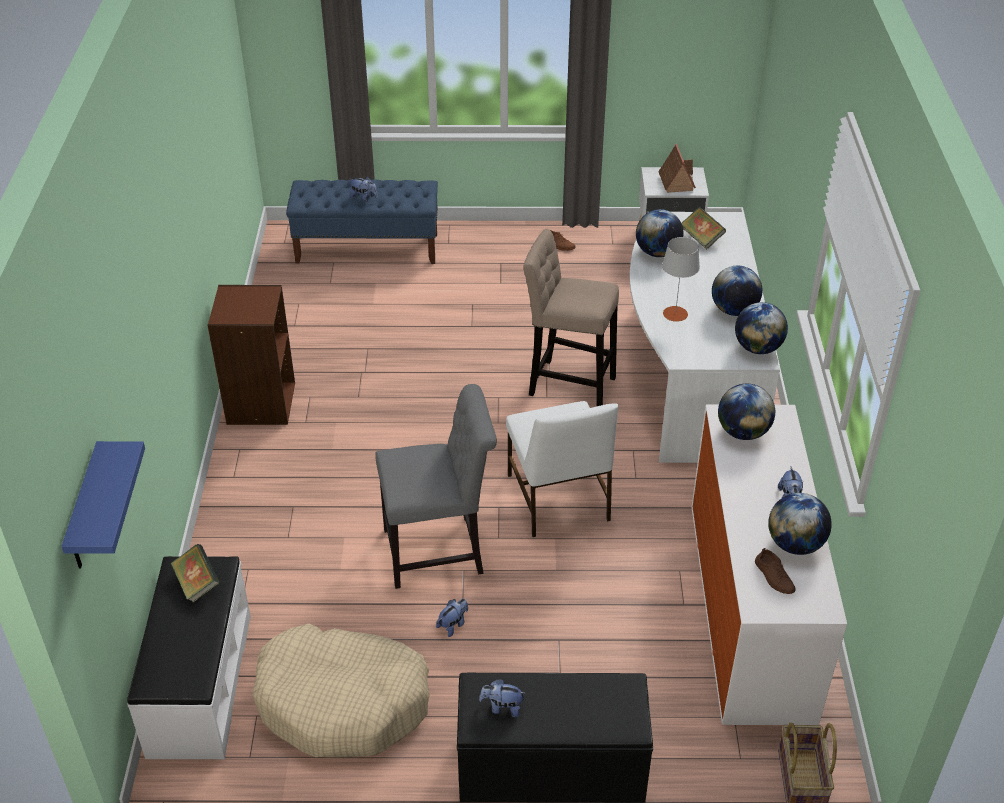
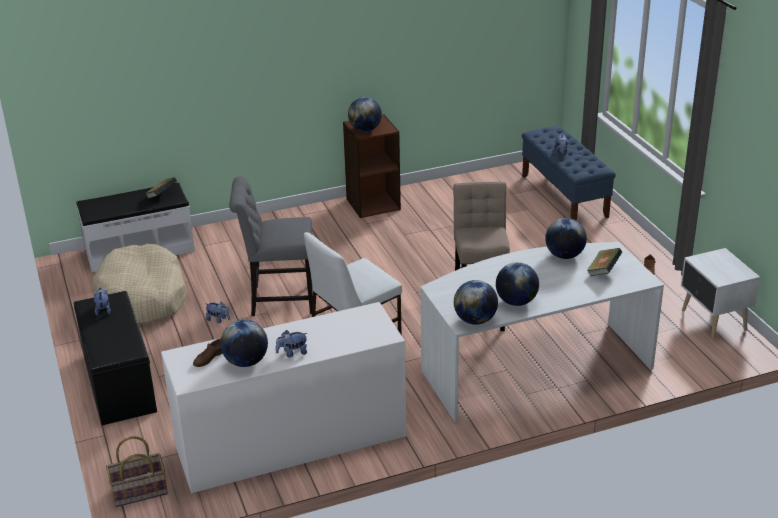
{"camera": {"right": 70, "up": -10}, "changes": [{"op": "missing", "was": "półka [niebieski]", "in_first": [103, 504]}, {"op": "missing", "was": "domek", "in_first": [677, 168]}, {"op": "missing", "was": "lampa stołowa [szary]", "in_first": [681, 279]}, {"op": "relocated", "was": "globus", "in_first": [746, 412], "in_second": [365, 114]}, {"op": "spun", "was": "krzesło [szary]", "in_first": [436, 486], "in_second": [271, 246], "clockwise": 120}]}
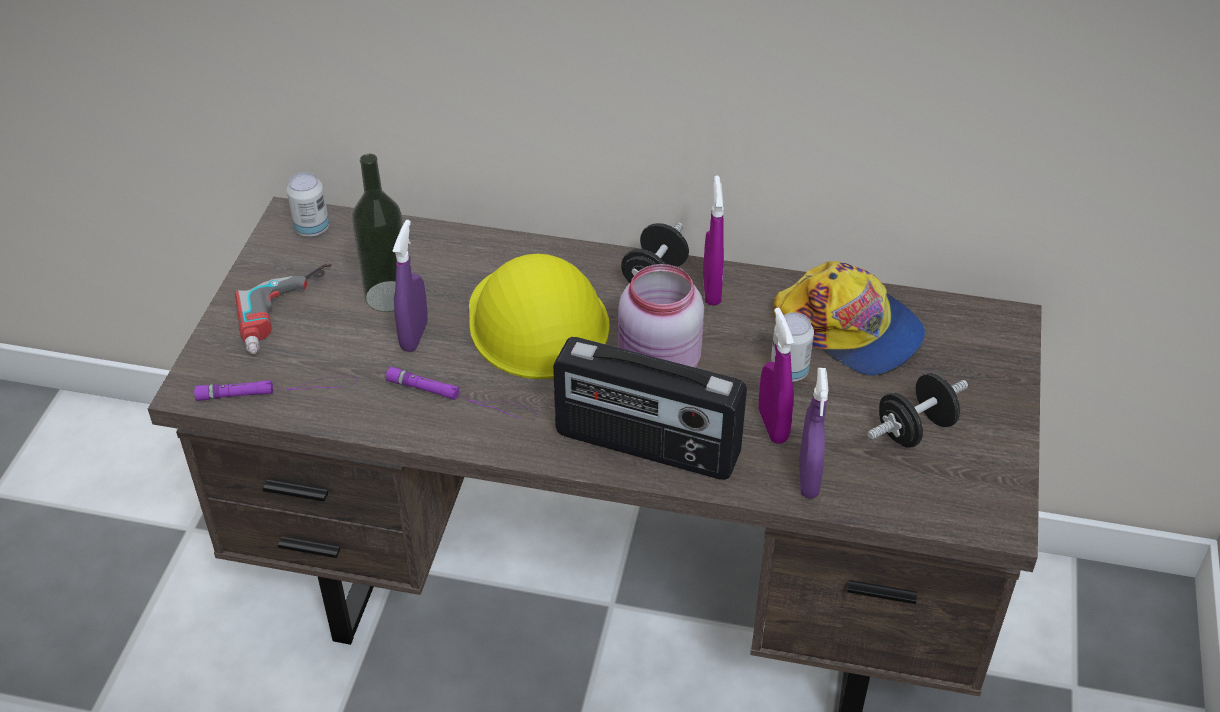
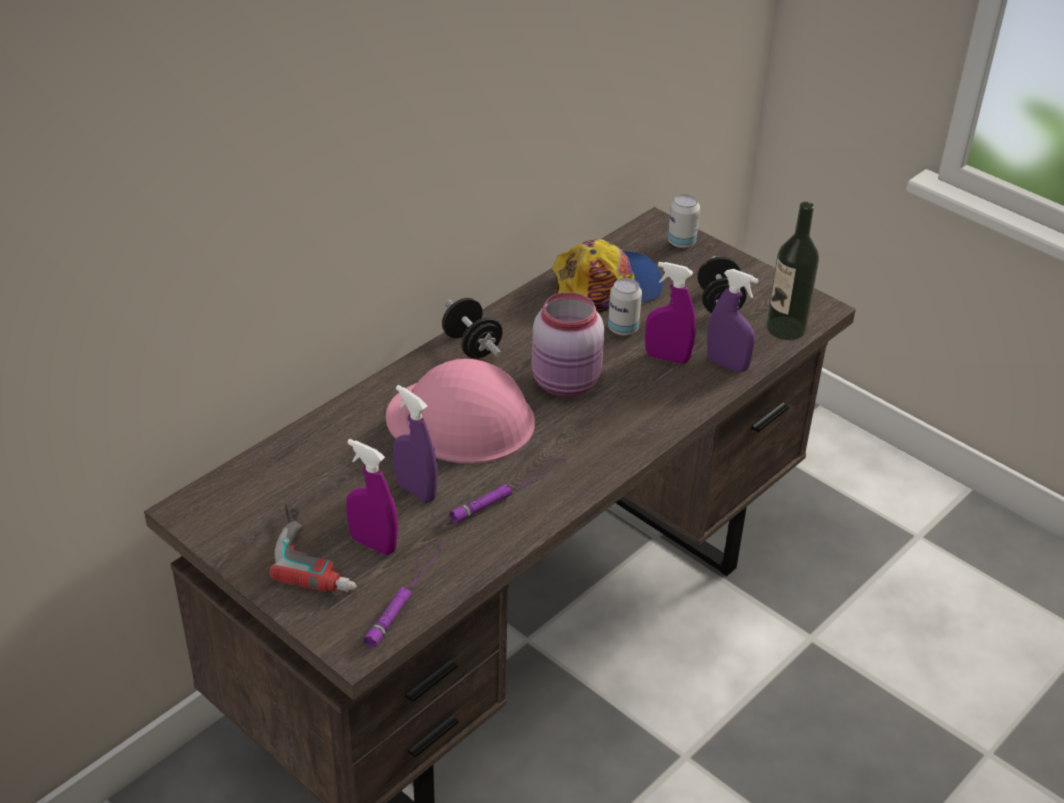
{"camera": {"right": -60, "up": -5}, "changes": [{"op": "missing", "was": "radio", "in_first": [650, 408]}, {"op": "relocated", "was": "puszka", "in_first": [308, 204], "in_second": [684, 221]}, {"op": "relocated", "was": "butelka", "in_first": [377, 233], "in_second": [792, 271]}, {"op": "relocated", "was": "spryskiwacz [fioletowy]", "in_first": [713, 240], "in_second": [372, 497]}, {"op": "colour", "was": "kask [żółty]", "now": "kask [różowy]", "in_first": [539, 316], "in_second": [460, 411]}]}
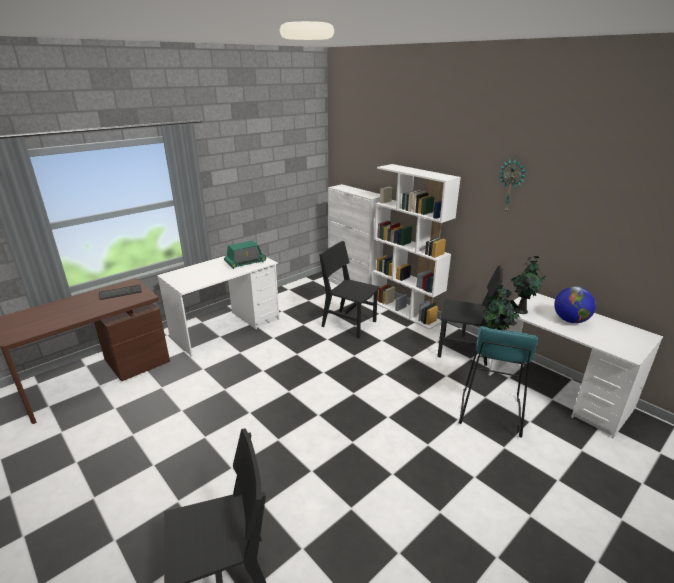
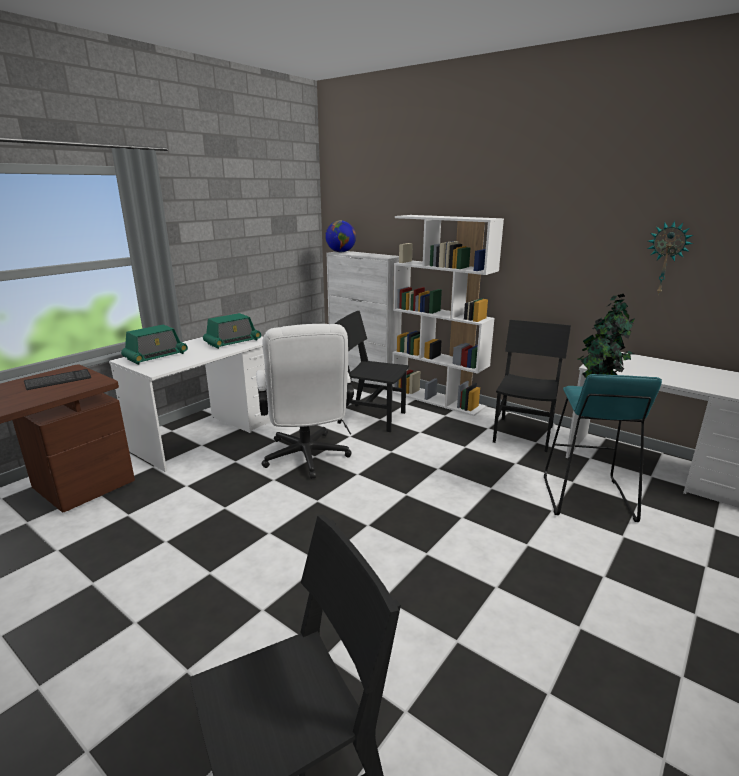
{"camera": {"right": -10, "up": -5}, "changes": [{"op": "appeared", "now": "radio", "in_second": [154, 345]}, {"op": "appeared", "now": "krzesło biurowe [biały]", "in_second": [305, 401]}, {"op": "relocated", "was": "zegar ścienny", "in_first": [513, 186], "in_second": [670, 257]}, {"op": "relocated", "was": "globus", "in_first": [575, 305], "in_second": [340, 236]}, {"op": "spun", "was": "krzesło [czarny]", "in_first": [470, 315], "in_second": [532, 386], "clockwise": -75}]}
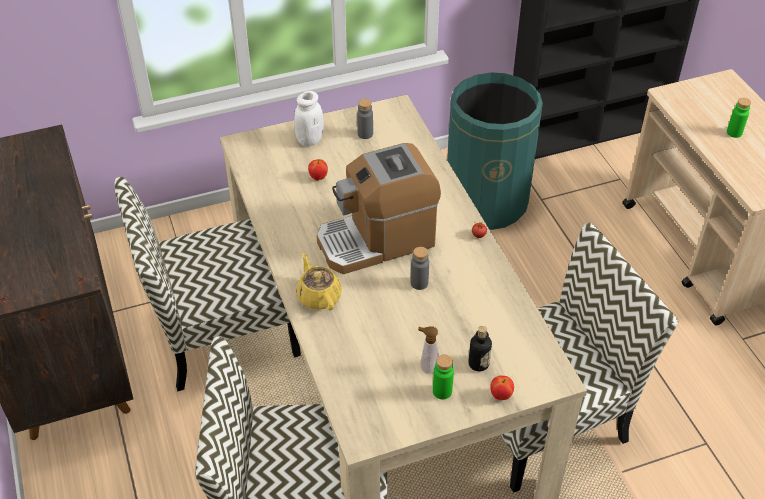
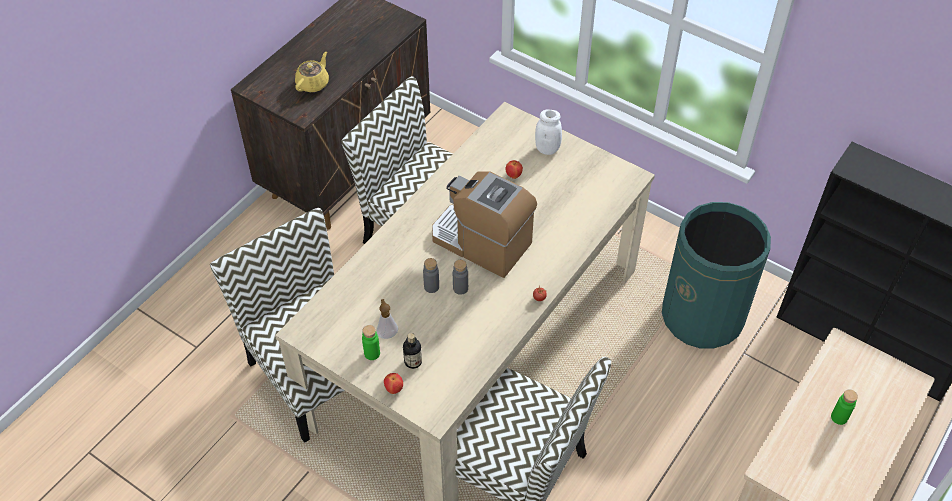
{"camera": {"right": 55, "up": 5}, "changes": [{"op": "relocated", "was": "imbryk [żółty]", "in_first": [319, 281], "in_second": [312, 72]}, {"op": "relocated", "was": "butelka [szary]", "in_first": [365, 119], "in_second": [431, 275]}]}
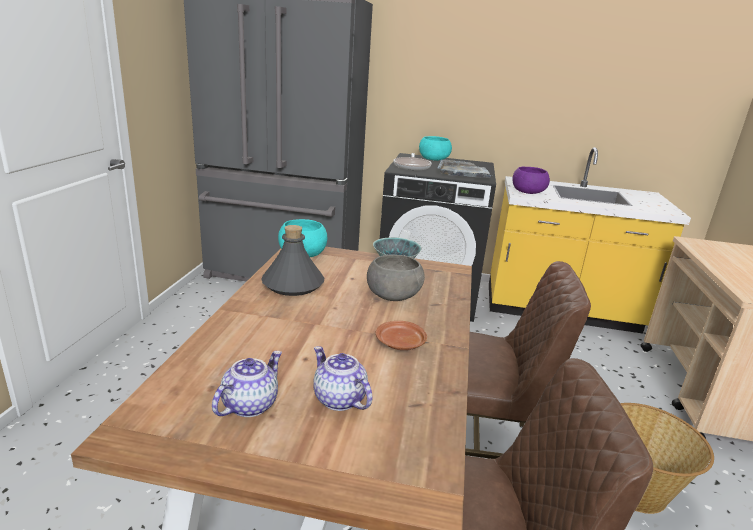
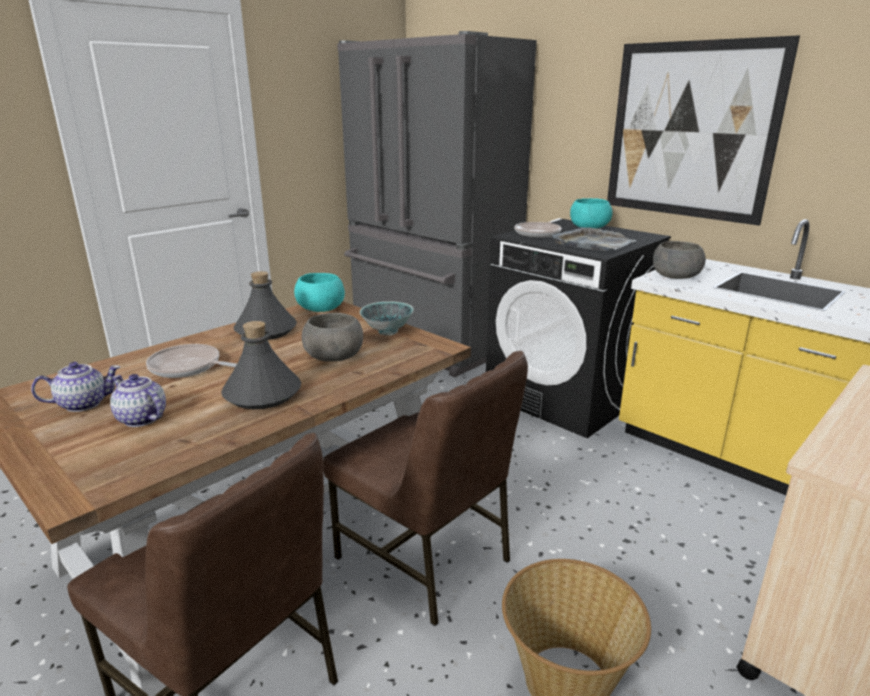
{"camera": {"right": 35, "up": 0}, "changes": [{"op": "appeared", "now": "patelnia", "in_second": [191, 361]}, {"op": "appeared", "now": "obraz", "in_second": [703, 131]}, {"op": "exchanged", "was": "talerz [brązowy]", "now": "butelka [szary]", "in_first": [401, 335], "in_second": [261, 365]}, {"op": "colour", "was": "miska [fioletowy]", "now": "miska [szary]", "in_first": [531, 180], "in_second": [679, 260]}, {"op": "spun", "was": "imbryk", "in_first": [342, 378], "in_second": [138, 400], "clockwise": -45}]}
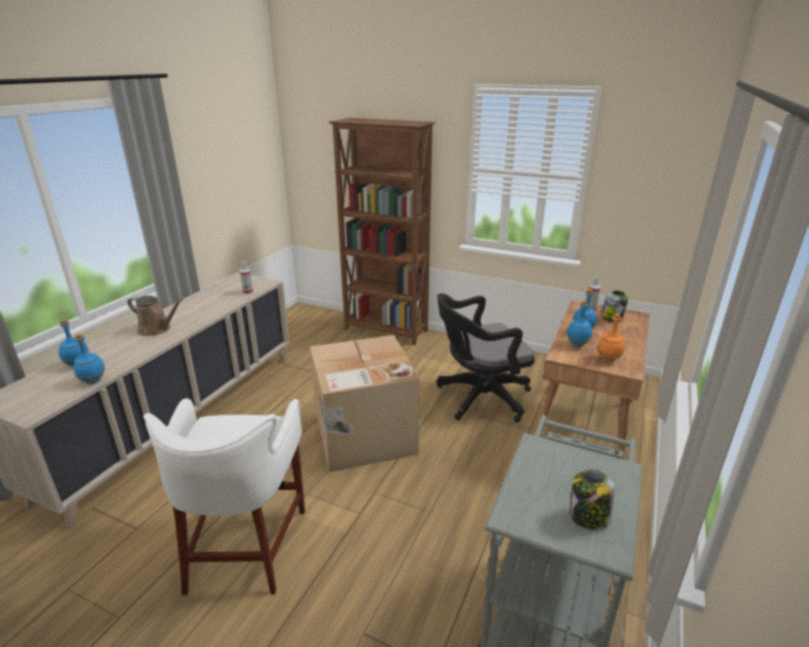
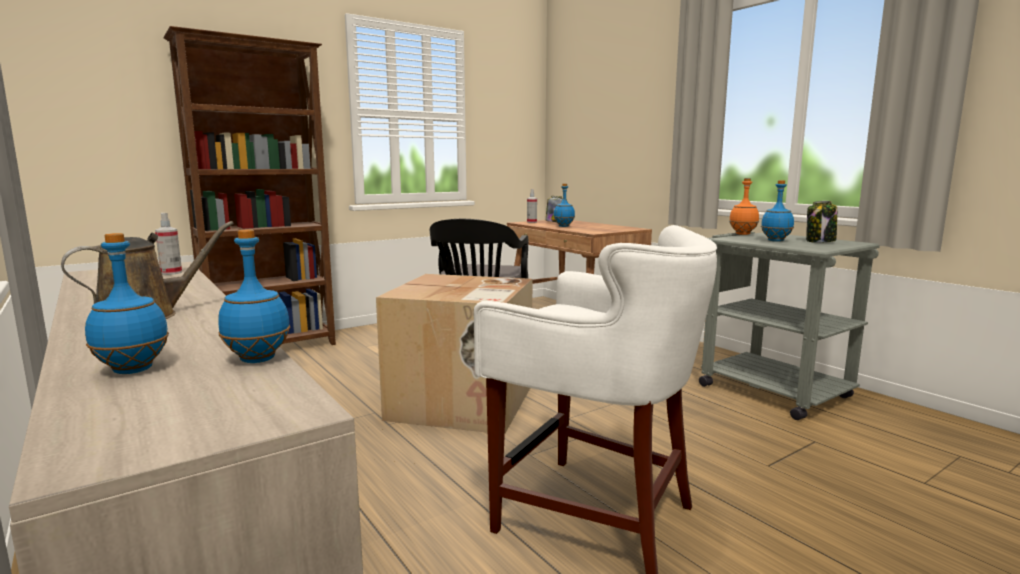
{"camera": {"right": -60, "up": -15}, "changes": [{"op": "relocated", "was": "butelka [niebieski]", "in_first": [579, 323], "in_second": [777, 211]}, {"op": "relocated", "was": "butelka [pomarańczowy]", "in_first": [611, 338], "in_second": [744, 206]}]}
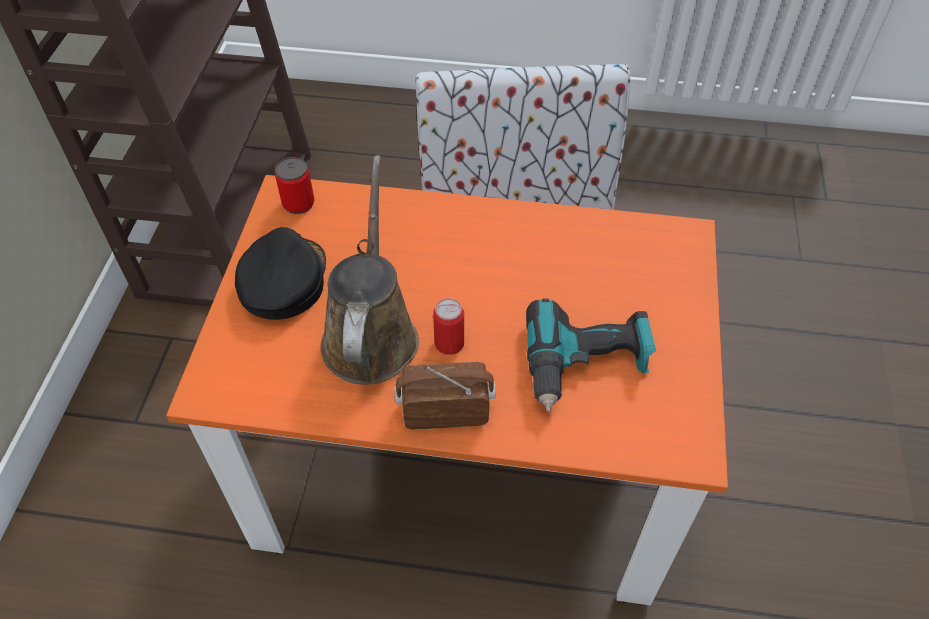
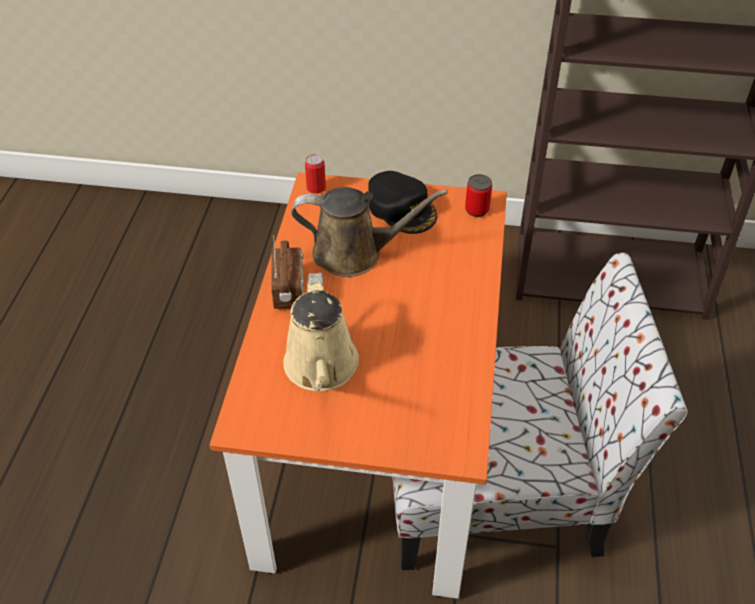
{"camera": {"right": 90, "up": -5}, "changes": [{"op": "relocated", "was": "puszka", "in_first": [448, 326], "in_second": [315, 174]}, {"op": "exchanged", "was": "wiertarka", "now": "konewka [beżowy]", "in_first": [591, 355], "in_second": [321, 332]}, {"op": "spun", "was": "czapka z daszkiem [czarny]", "in_first": [280, 273], "in_second": [403, 202], "clockwise": 45}]}
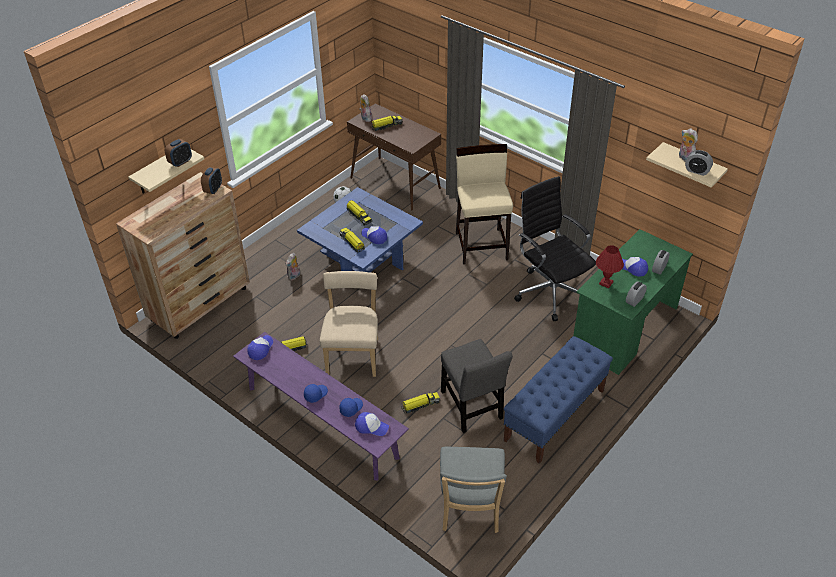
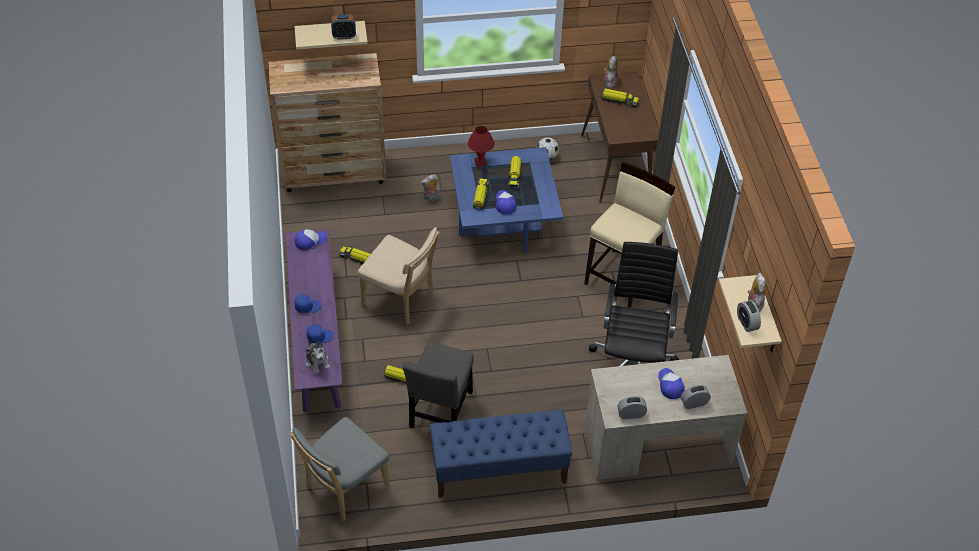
{"camera": {"right": 40, "up": 5}, "changes": [{"op": "missing", "was": "budzik", "in_first": [211, 180]}, {"op": "relocated", "was": "lampa stołowa [czerwony]", "in_first": [610, 266], "in_second": [481, 146]}, {"op": "exchanged", "was": "czapka z daszkiem", "now": "pluszak", "in_first": [372, 424], "in_second": [317, 357]}, {"op": "colour", "was": "biurko [zielony]", "now": "biurko [beżowy]", "in_first": [633, 302], "in_second": [666, 417]}, {"op": "spun", "was": "krzesło [beżowy]", "in_first": [349, 324], "in_second": [398, 276], "clockwise": 75}]}
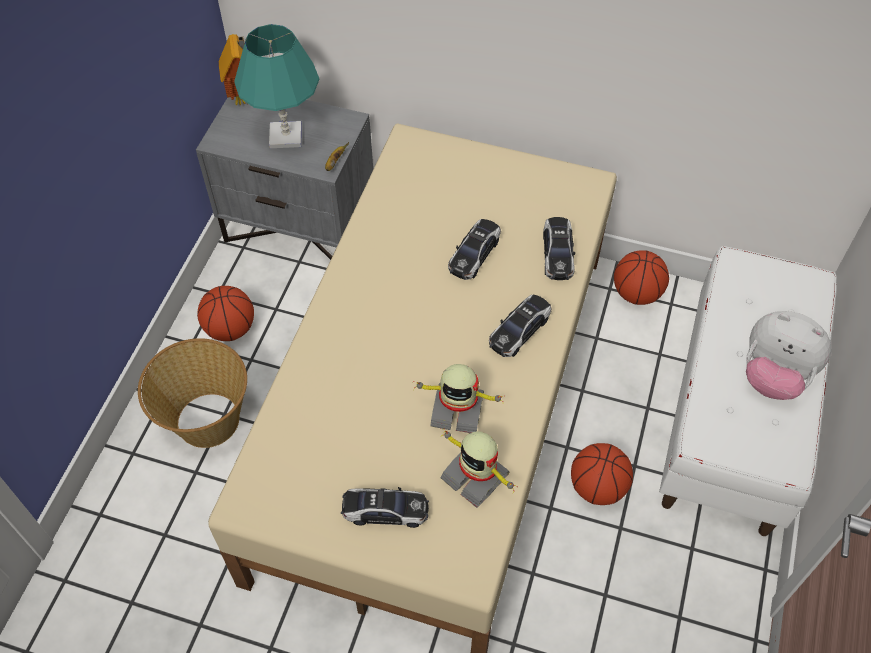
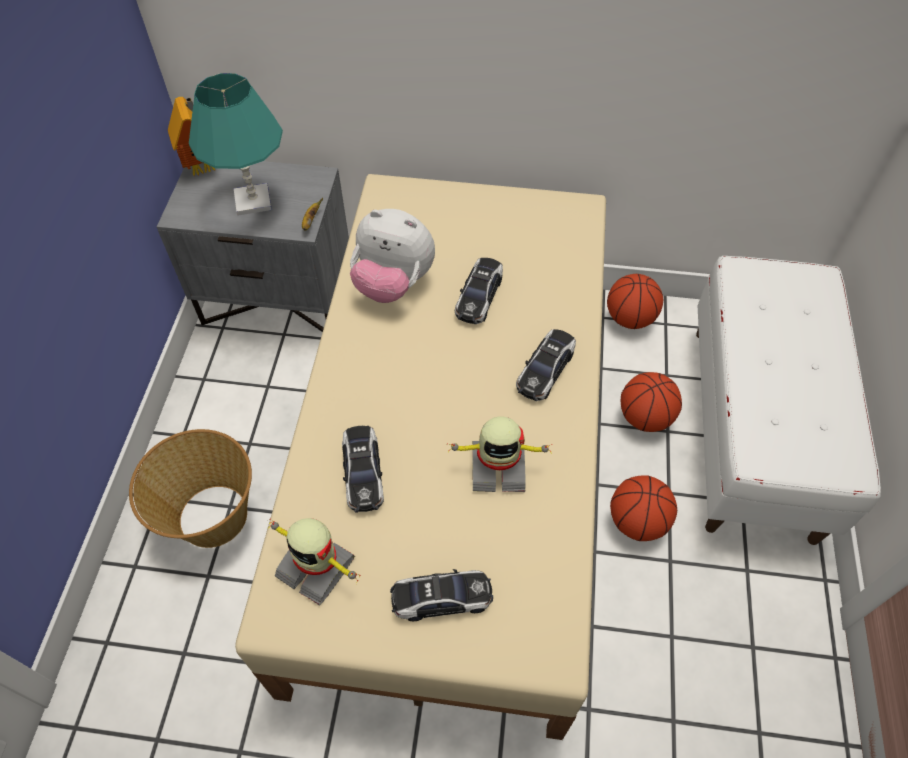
{"camera": {"right": -10, "up": 0}, "changes": [{"op": "relocated", "was": "piłka do koszykówki", "in_first": [225, 313], "in_second": [651, 402]}, {"op": "relocated", "was": "robot zabawkowy", "in_first": [479, 468], "in_second": [314, 562]}, {"op": "relocated", "was": "samochodzik", "in_first": [559, 248], "in_second": [363, 469]}, {"op": "relocated", "was": "pluszak", "in_first": [789, 355], "in_second": [392, 256]}]}
